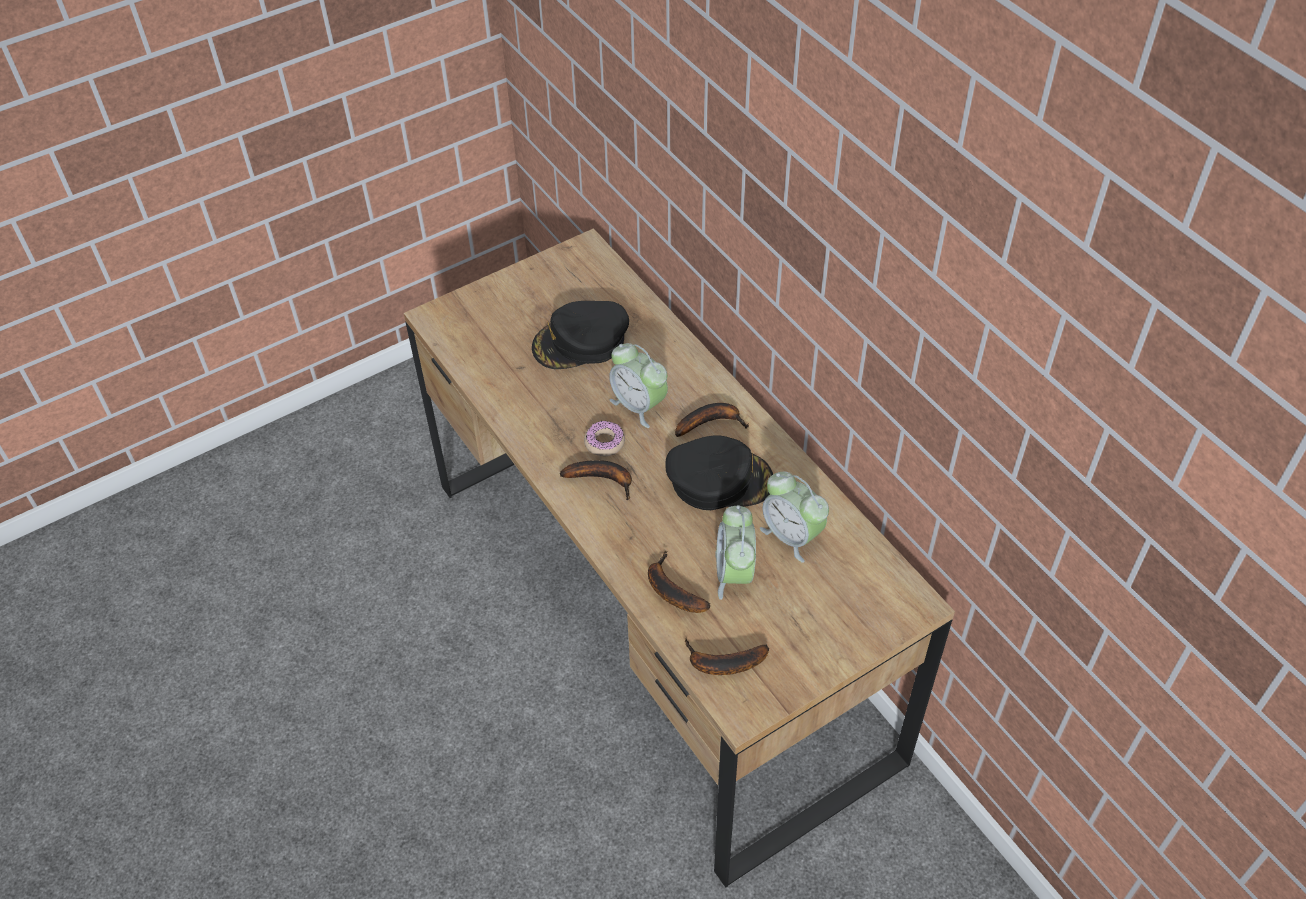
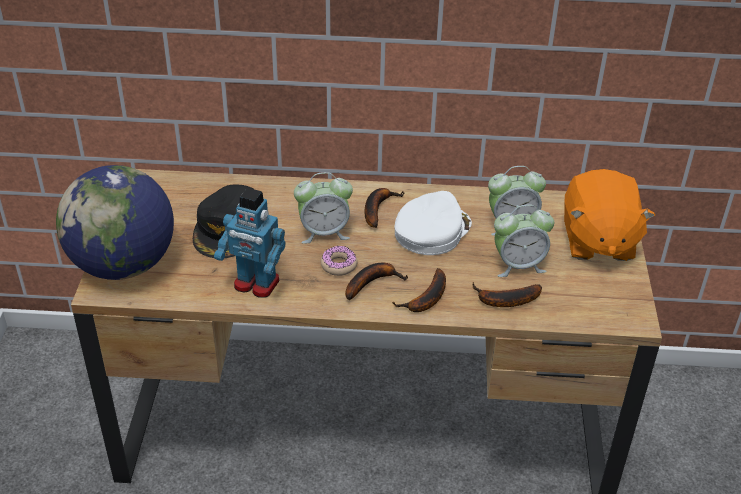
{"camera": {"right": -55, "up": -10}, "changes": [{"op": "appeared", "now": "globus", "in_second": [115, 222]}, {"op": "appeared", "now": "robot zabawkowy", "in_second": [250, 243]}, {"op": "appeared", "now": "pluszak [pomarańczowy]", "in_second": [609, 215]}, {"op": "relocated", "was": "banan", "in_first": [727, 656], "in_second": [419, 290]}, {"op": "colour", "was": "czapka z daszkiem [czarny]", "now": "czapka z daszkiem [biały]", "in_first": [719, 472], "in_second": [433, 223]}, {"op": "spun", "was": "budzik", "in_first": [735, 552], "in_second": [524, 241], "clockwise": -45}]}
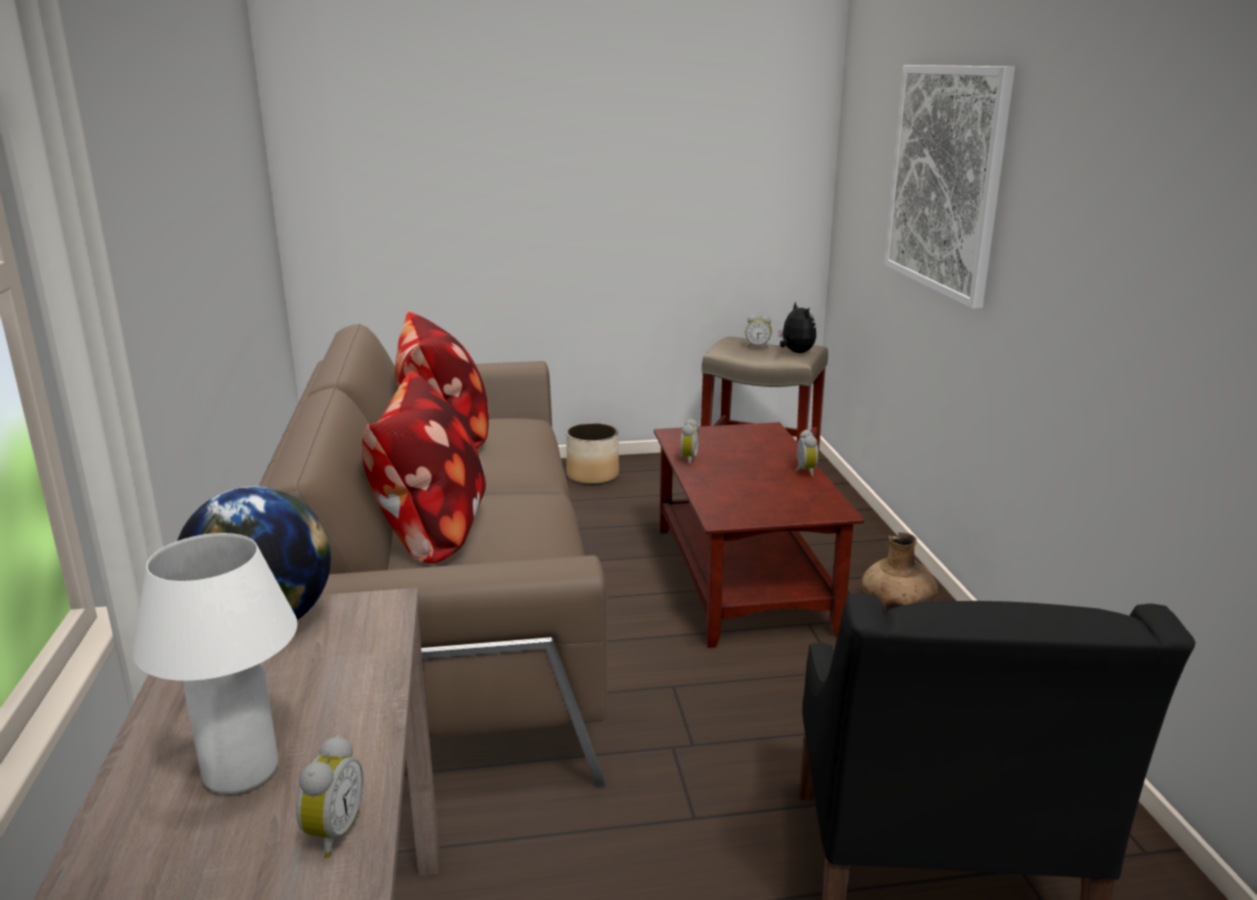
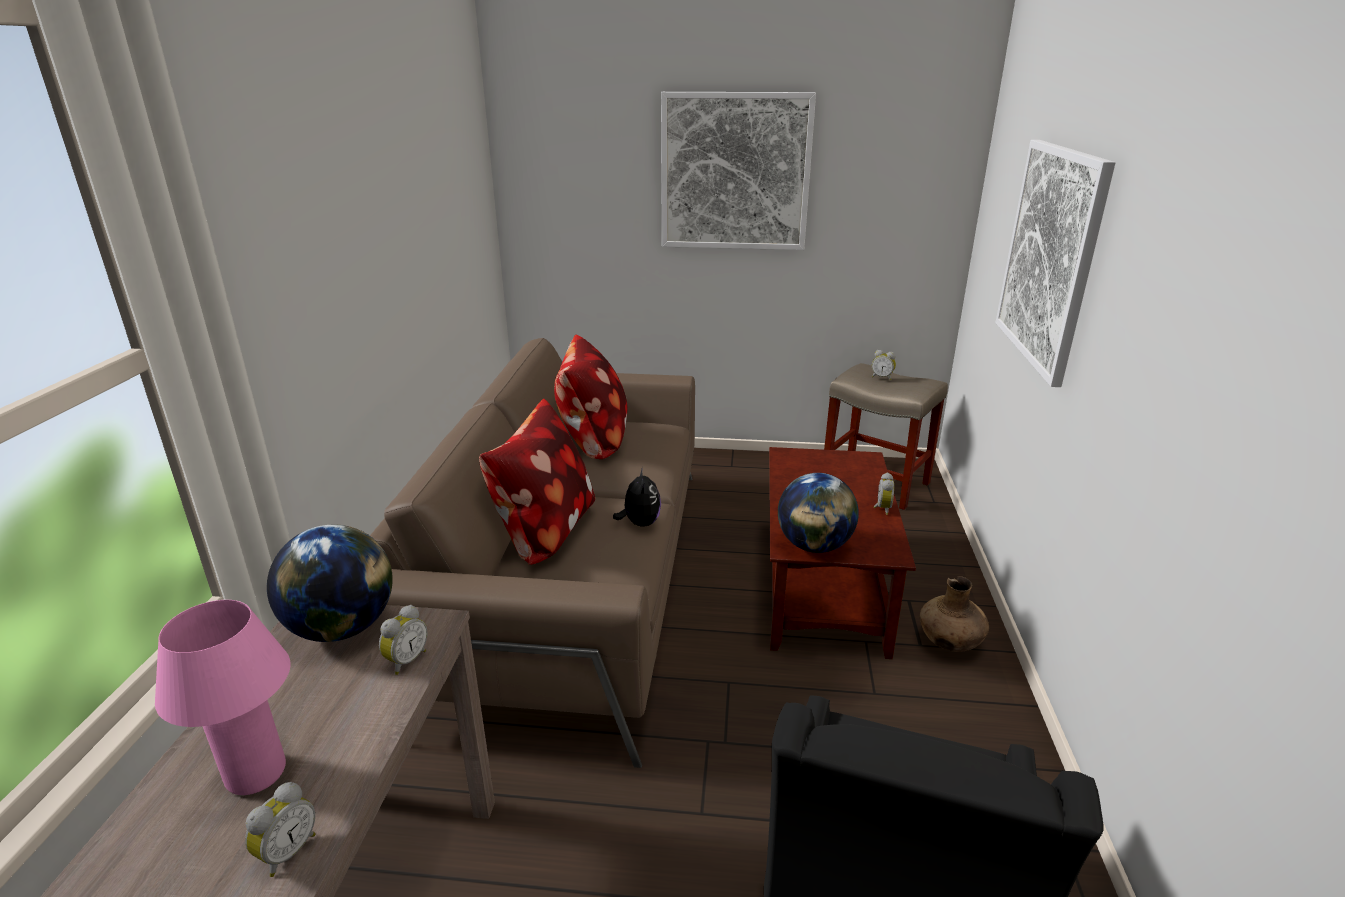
{"camera": {"right": 15, "up": 5}, "changes": [{"op": "missing", "was": "donica", "in_first": [592, 454]}, {"op": "appeared", "now": "obraz", "in_second": [738, 171]}, {"op": "appeared", "now": "globus", "in_second": [818, 513]}, {"op": "relocated", "was": "budzik", "in_first": [688, 441], "in_second": [403, 640]}, {"op": "relocated", "was": "pluszak", "in_first": [797, 327], "in_second": [637, 497]}, {"op": "colour", "was": "lampa stołowa [biały]", "now": "lampa stołowa [różowy]", "in_first": [215, 663], "in_second": [222, 697]}]}
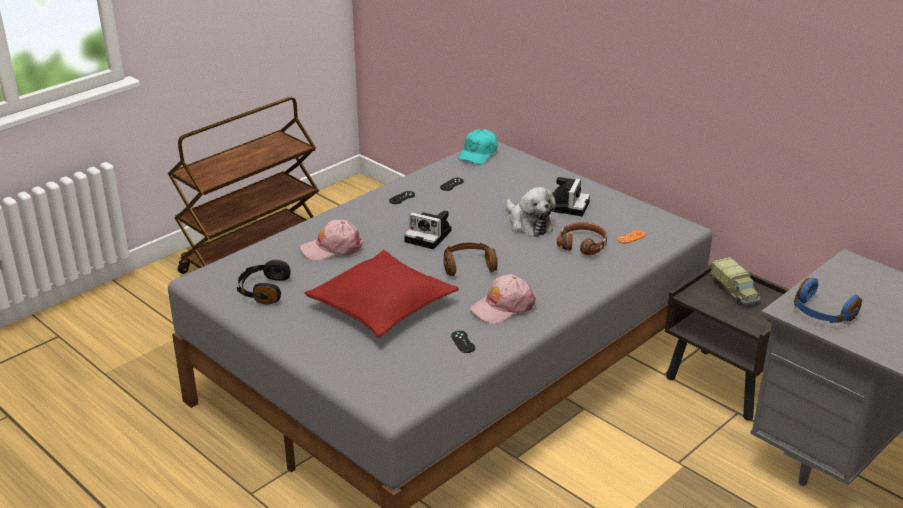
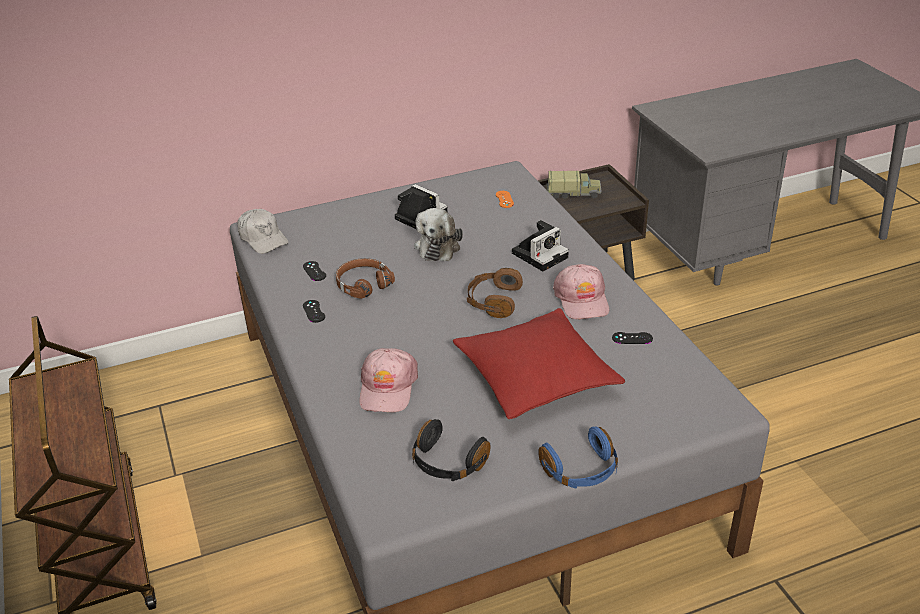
{"camera": {"right": -65, "up": 5}, "changes": [{"op": "relocated", "was": "aparat fotograficzny", "in_first": [428, 229], "in_second": [540, 246]}, {"op": "relocated", "was": "słuchawki [brązowy]", "in_first": [582, 238], "in_second": [365, 278]}, {"op": "relocated", "was": "słuchawki [niebieski]", "in_first": [828, 300], "in_second": [578, 457]}, {"op": "colour", "was": "czapka z daszkiem [turkusowy]", "now": "czapka z daszkiem [biały]", "in_first": [478, 146], "in_second": [263, 231]}, {"op": "spun", "was": "pluszak", "in_first": [531, 212], "in_second": [438, 234], "clockwise": 105}]}
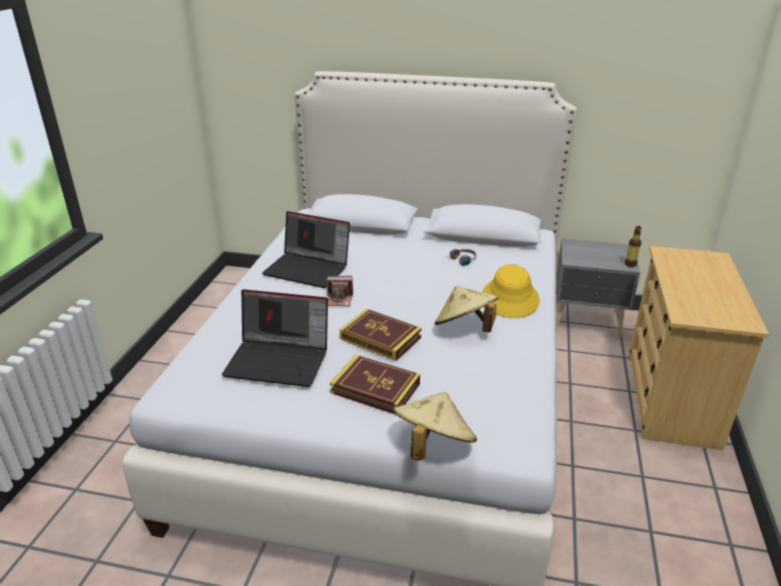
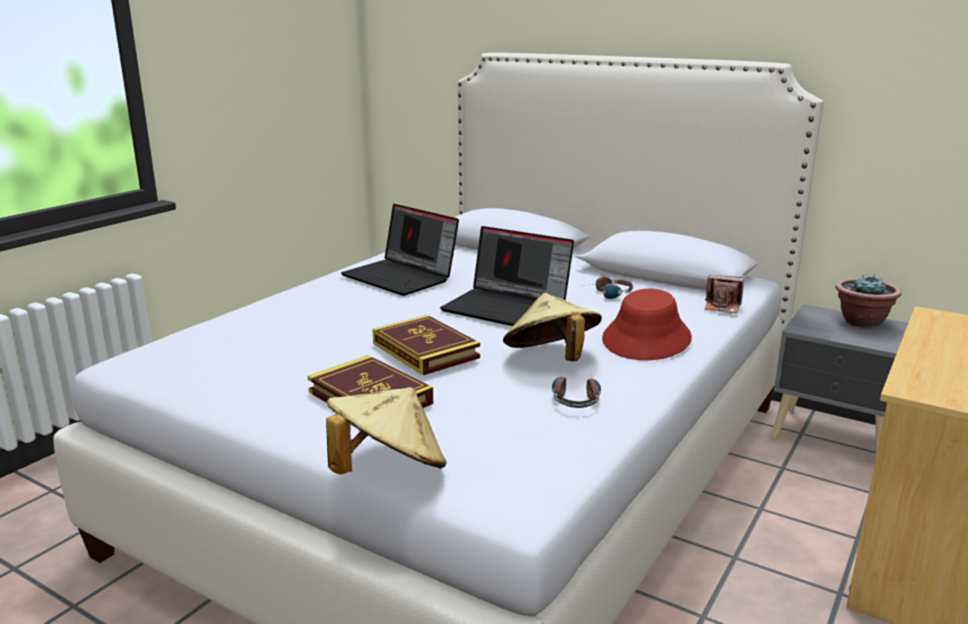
{"camera": {"right": 20, "up": -10}, "changes": [{"op": "missing", "was": "butelka", "in_first": [633, 246]}, {"op": "appeared", "now": "słuchawki", "in_second": [576, 392]}, {"op": "appeared", "now": "roślina doniczkowa", "in_second": [868, 301]}, {"op": "relocated", "was": "laptop", "in_first": [275, 338], "in_second": [507, 276]}, {"op": "relocated", "was": "aparat fotograficzny", "in_first": [339, 291], "in_second": [724, 294]}, {"op": "colour", "was": "kapelusz [żółty]", "now": "kapelusz [czerwony]", "in_first": [511, 291], "in_second": [647, 324]}]}
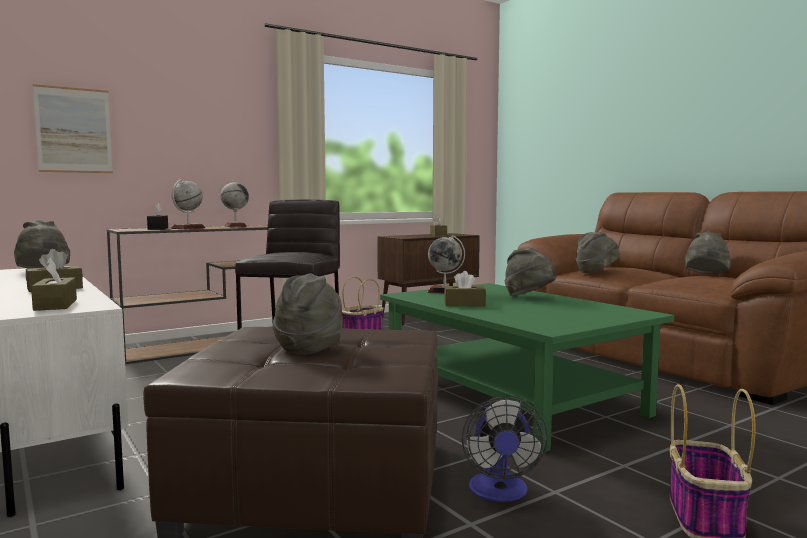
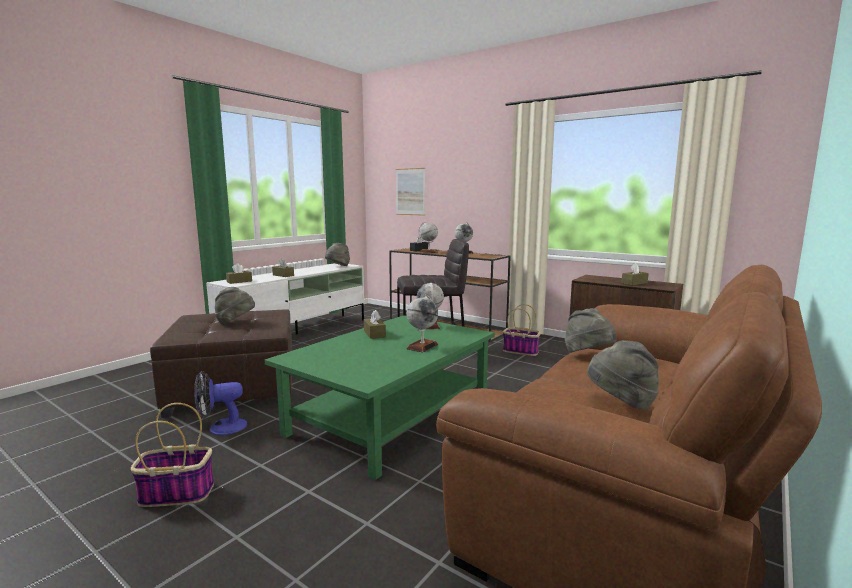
{"camera": {"right": 70, "up": 5}, "changes": [{"op": "exchanged", "was": "kapelusz [szary]", "now": "globus", "in_first": [530, 272], "in_second": [422, 323]}]}
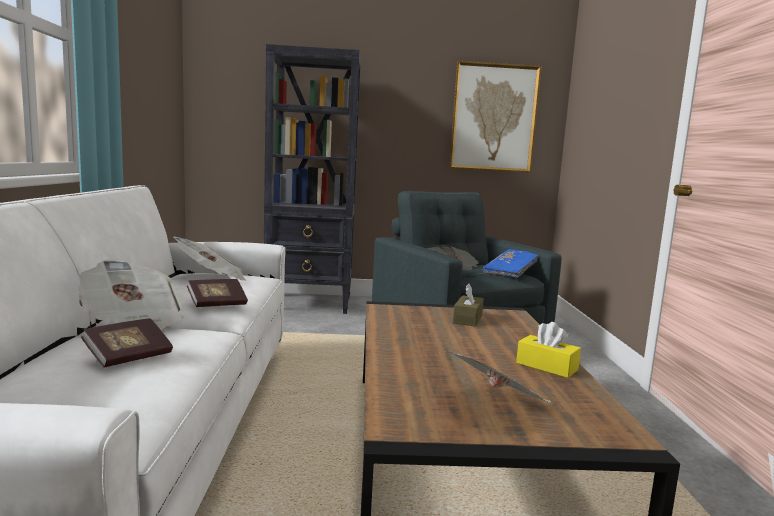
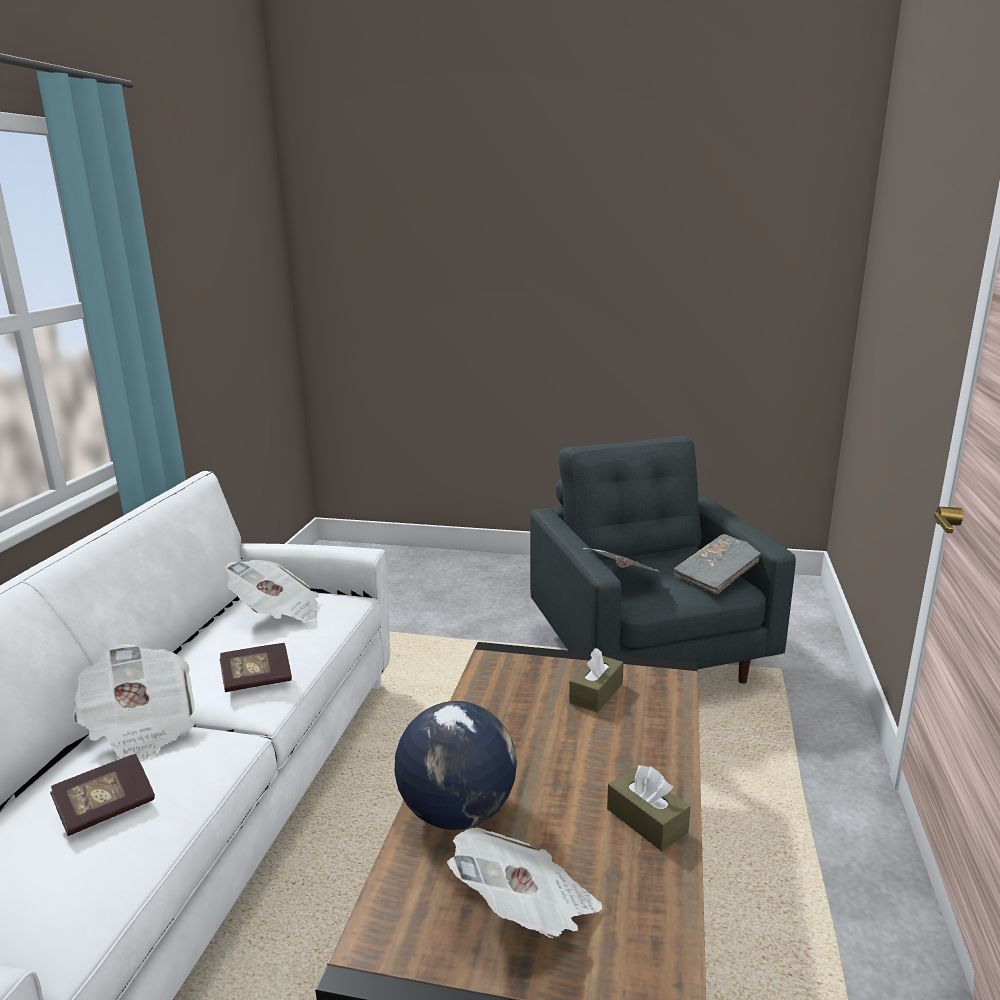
{"camera": {"right": 15, "up": 10}, "changes": [{"op": "missing", "was": "regał [czarny]", "in_first": [312, 179]}, {"op": "missing", "was": "obraz", "in_first": [495, 117]}, {"op": "appeared", "now": "globus", "in_second": [455, 765]}, {"op": "colour", "was": "książka [niebieski]", "now": "książka [szary]", "in_first": [511, 263], "in_second": [717, 564]}, {"op": "colour", "was": "pudełko chusteczek [żółty]", "now": "pudełko chusteczek [brązowy]", "in_first": [548, 350], "in_second": [648, 808]}]}
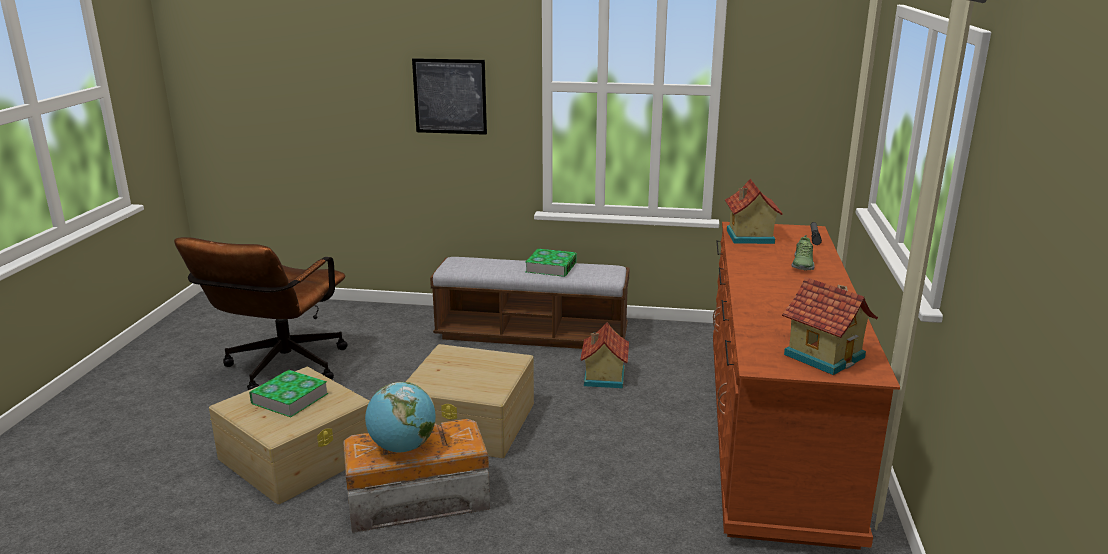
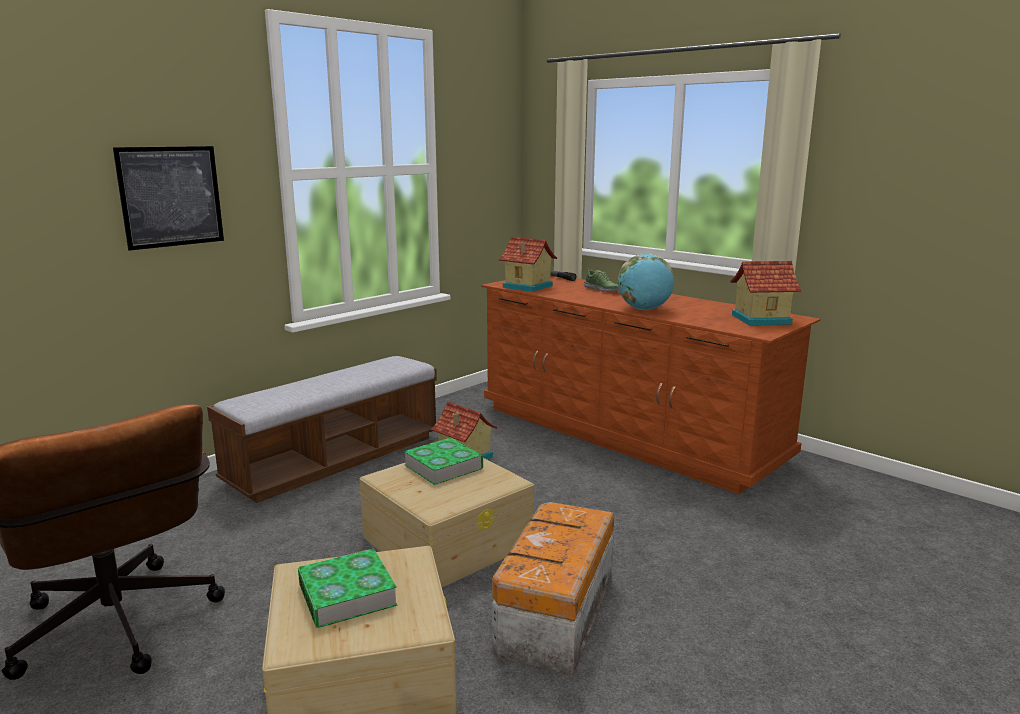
{"camera": {"right": -55, "up": -5}, "changes": [{"op": "relocated", "was": "globus", "in_first": [400, 417], "in_second": [646, 282]}, {"op": "relocated", "was": "książka", "in_first": [551, 263], "in_second": [443, 461]}]}
